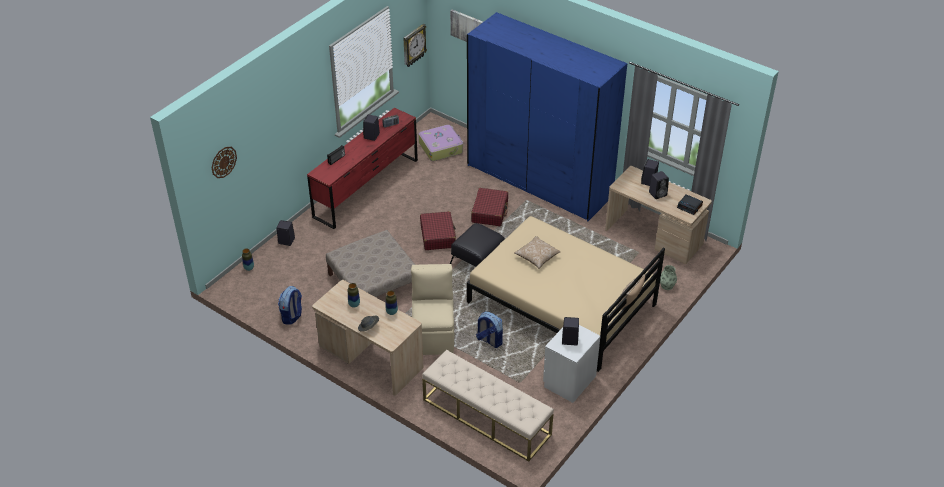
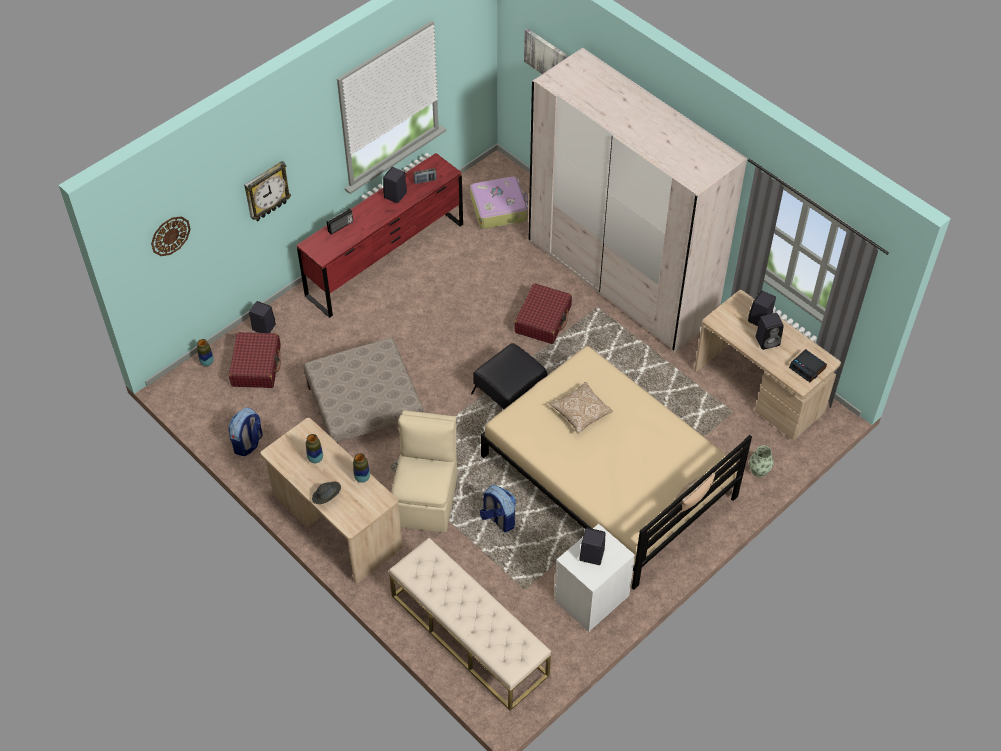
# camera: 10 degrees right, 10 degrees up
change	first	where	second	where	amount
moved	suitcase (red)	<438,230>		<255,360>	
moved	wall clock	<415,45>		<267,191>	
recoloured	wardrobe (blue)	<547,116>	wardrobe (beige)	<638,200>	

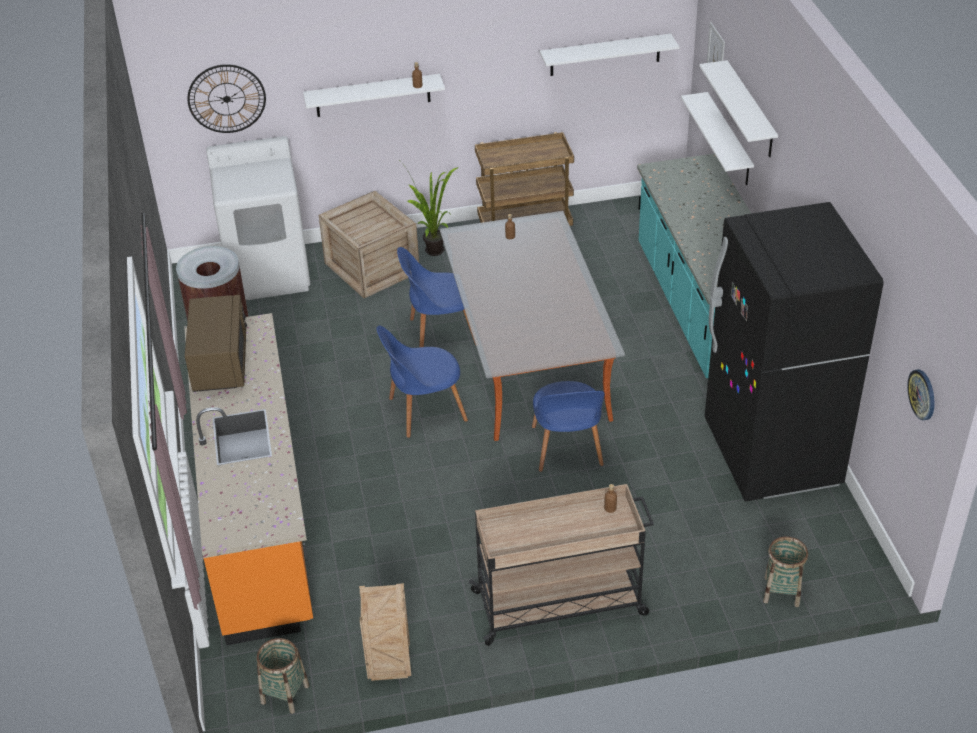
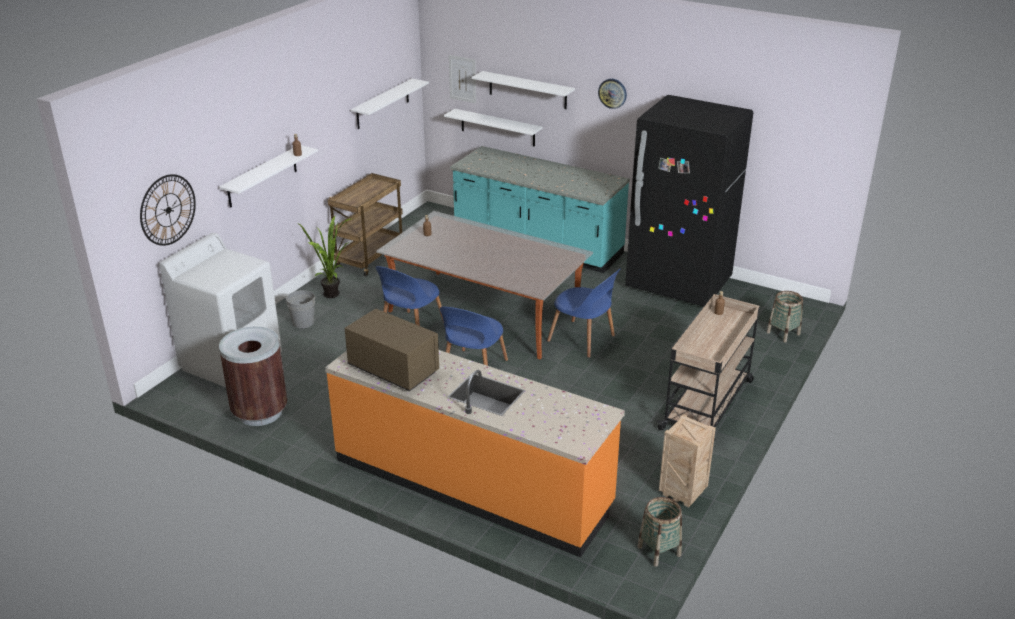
# camera: 50 degrees left, 10 degrees down
change	first	where	second	where	amount
replaced	crate	<369,244>	bucket (grey)	<300,309>	
moved	wall clock	<921,394>		<612,94>	

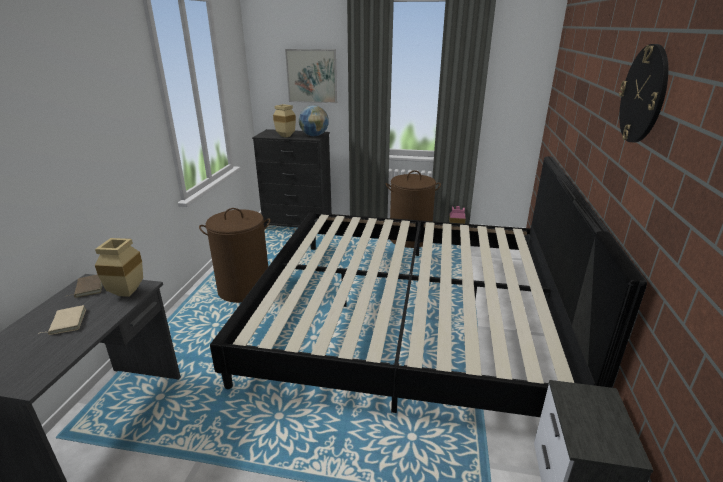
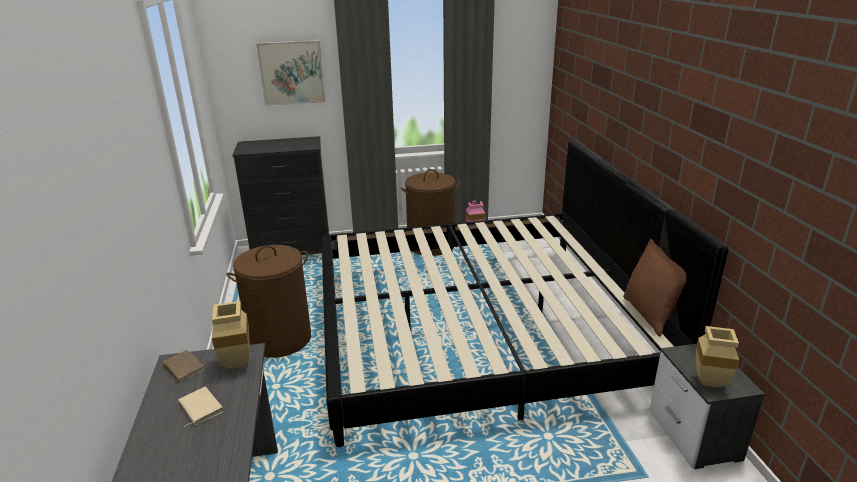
# camera: 20 degrees left, 0 degrees up
change	first	where	second	where	amount
added			pillow (brown)	<655,288>	
moved	vase (beige)	<284,120>		<717,357>	
removed	globe	<314,120>			
removed	wall clock	<644,93>			

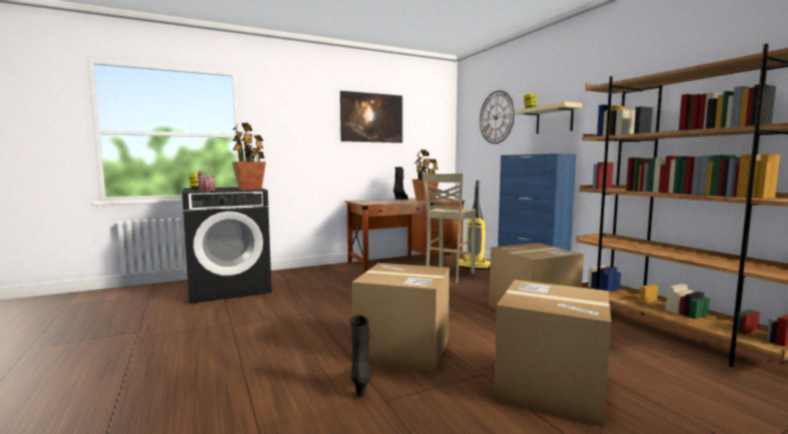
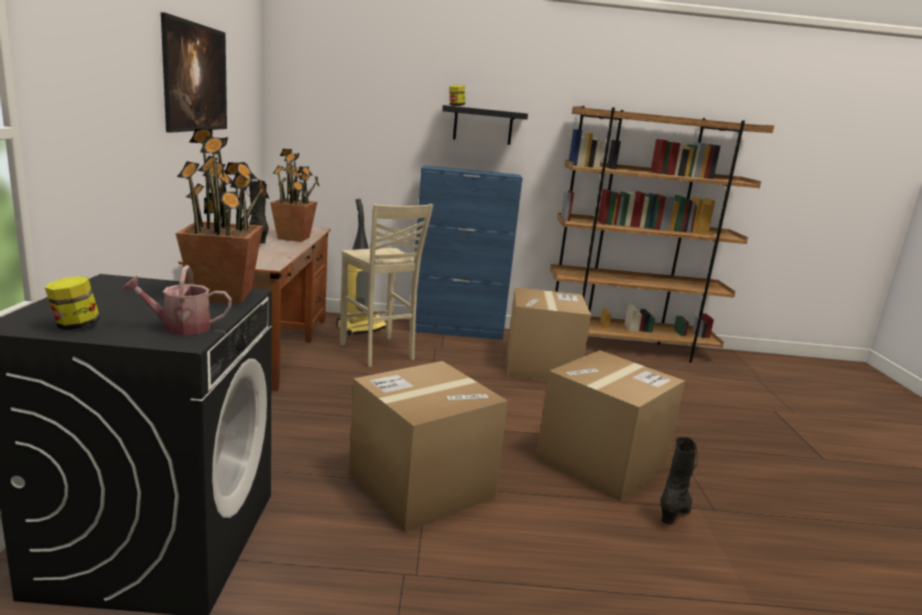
# camera: 65 degrees left, 10 degrees up
change	first	where	second	where	amount
moved	cardboard box	<552,354>		<428,447>	
recoloured	shelf (beige)	<548,118>	shelf (black)	<485,125>	
turned	boot (black)	<360,355>		<678,481>	105 degrees clockwise
removed	wall clock	<497,117>			

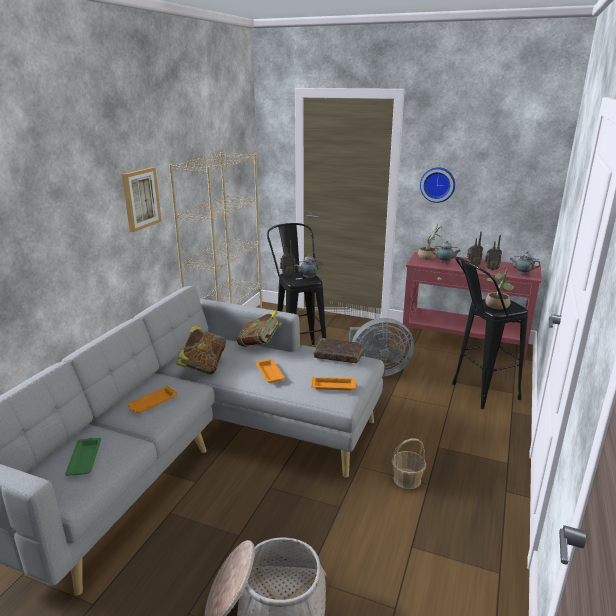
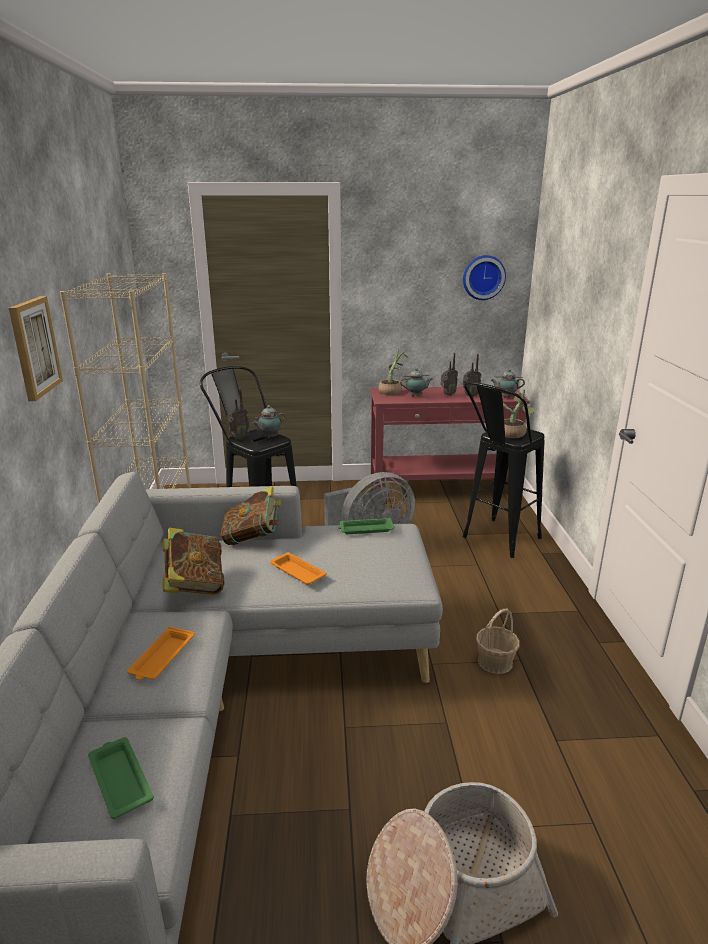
# camera: 25 degrees left, 0 degrees up
change	first	where	second	where	amount
replaced	book (brown)	<339,350>	tray (green)	<366,525>	
moved	wall clock	<437,185>		<484,277>	
removed	tray (orange)	<334,384>			

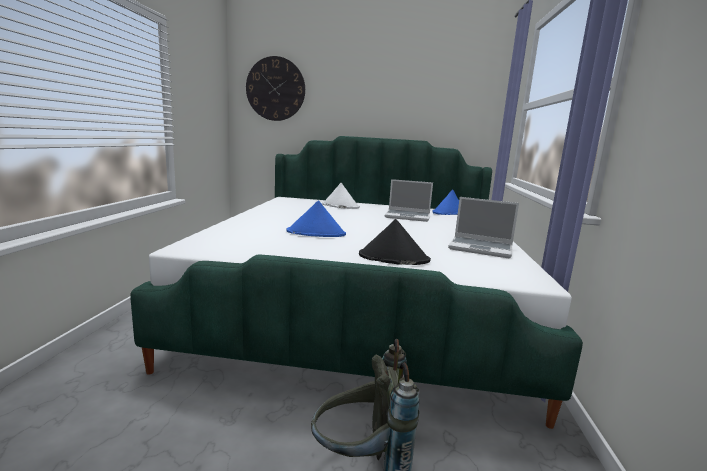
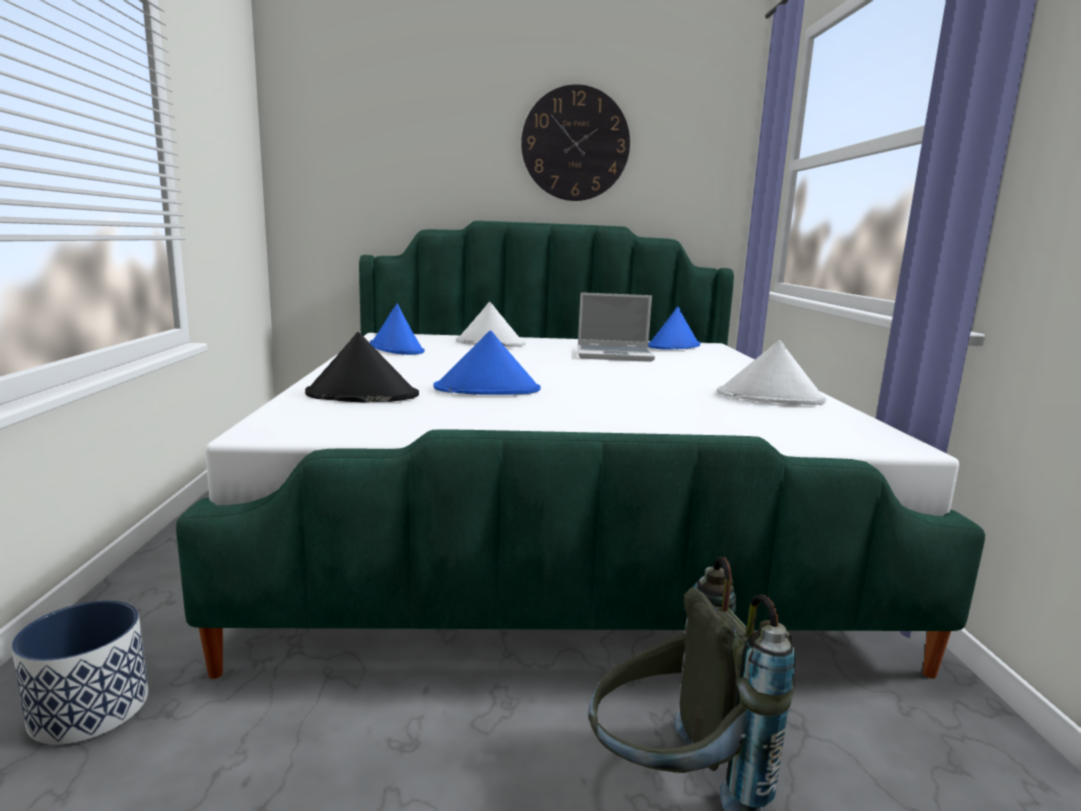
# camera: 10 degrees left, 0 degrees up
change	first	where	second	where	amount
added			planter	<79,672>	
moved	hat (black)	<395,242>		<362,367>	
added			hat (blue)	<397,329>	
moved	wall clock	<275,88>		<575,142>	
replaced	laptop	<483,227>	hat (white)	<771,372>	

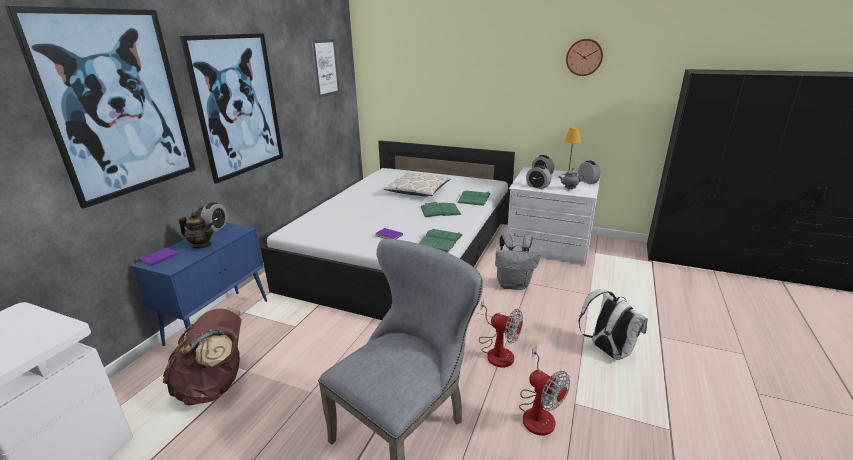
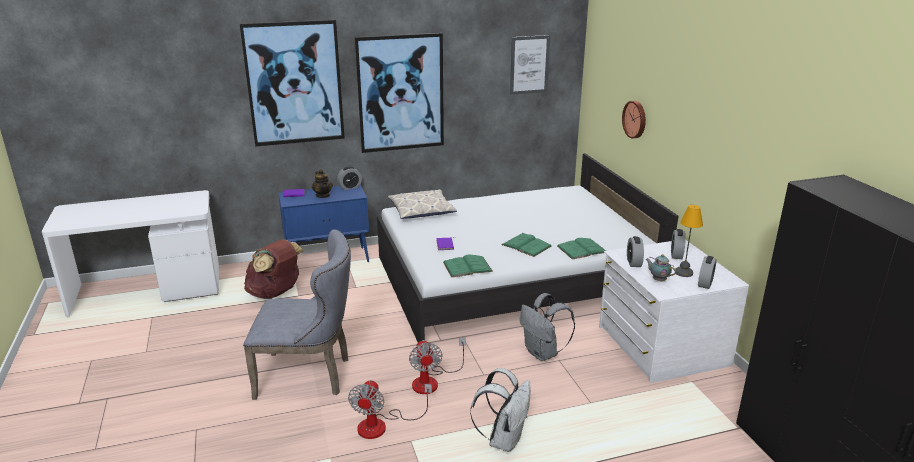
# camera: 50 degrees right, 0 degrees up
change	first	where	second	where	amount
moved	pillow	<417,184>		<422,204>	
moved	wall clock	<584,57>		<634,120>	

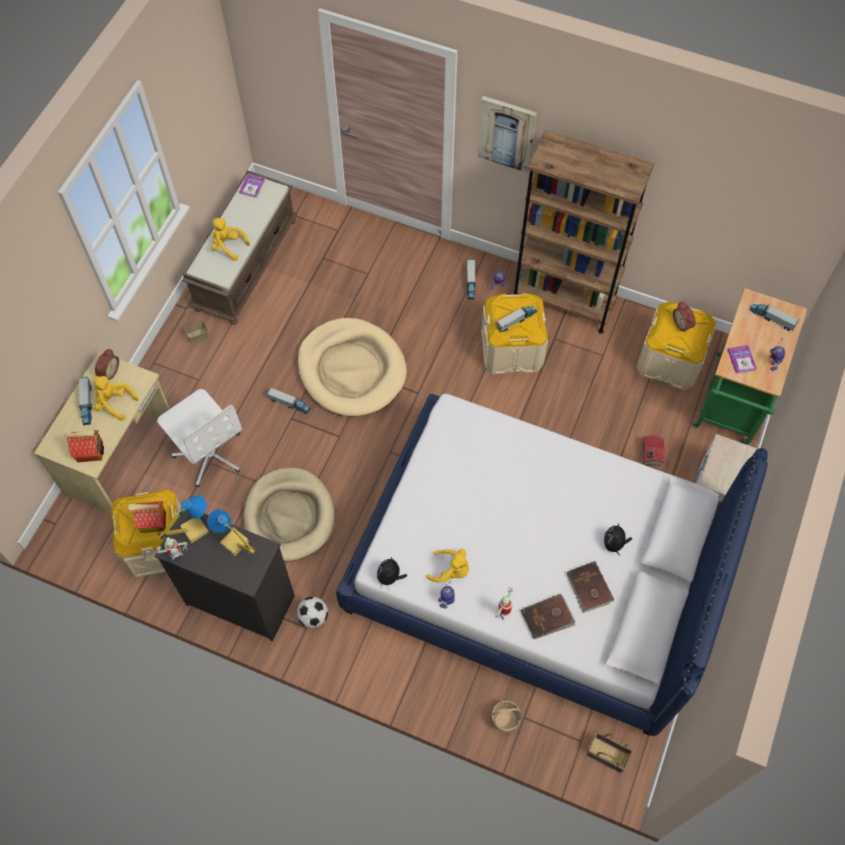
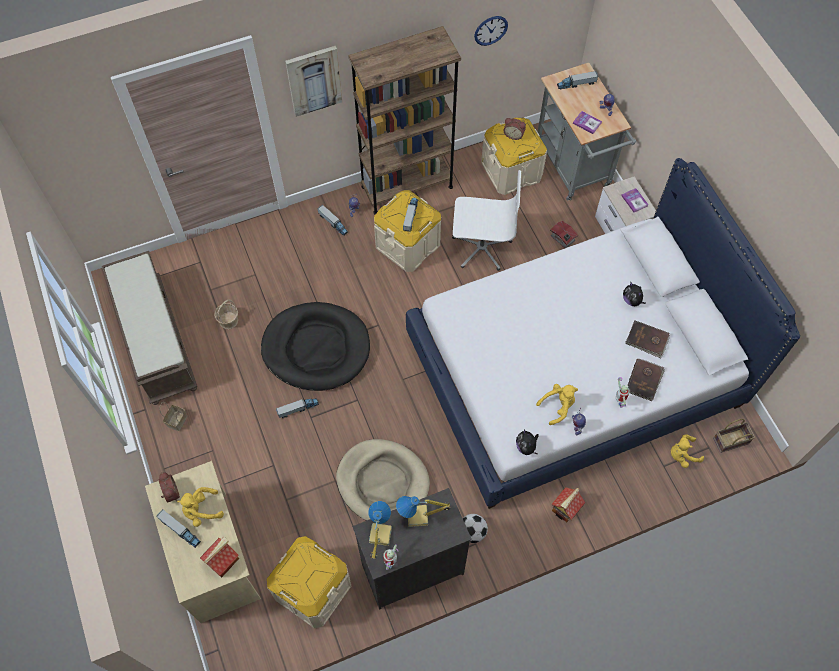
# camera: 45 degrees left, 0 degrees up
change	first	where	second	where	amount
moved	basket	<507,716>		<226,314>	
recoloured	dog bed (beige)	<352,367>	dog bed (black)	<315,346>	
moved	office chair (white)	<199,438>		<486,220>	
added			wall clock	<491,31>	
recoloured	cart (green)	<749,366>	cart (grey)	<587,131>	
moved	toy house	<147,517>		<568,504>	
moved	book	<252,185>		<635,200>	
moved	plush toy (yellow)	<230,239>		<687,451>	

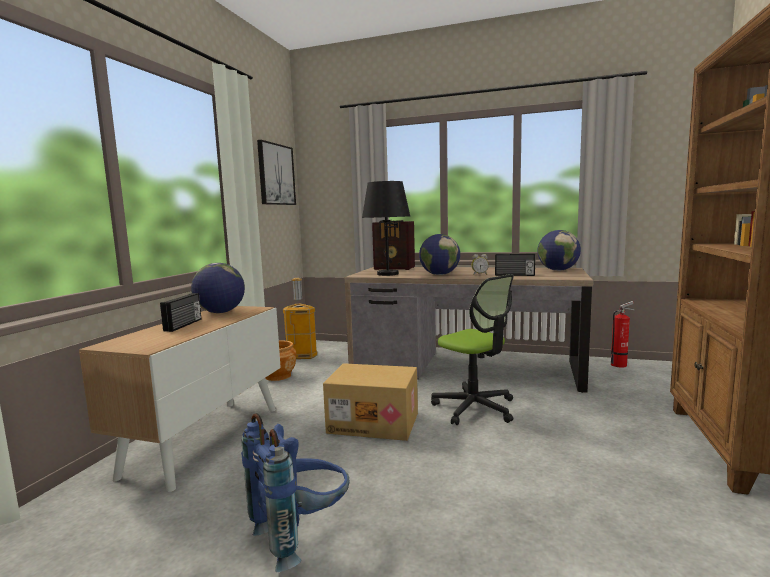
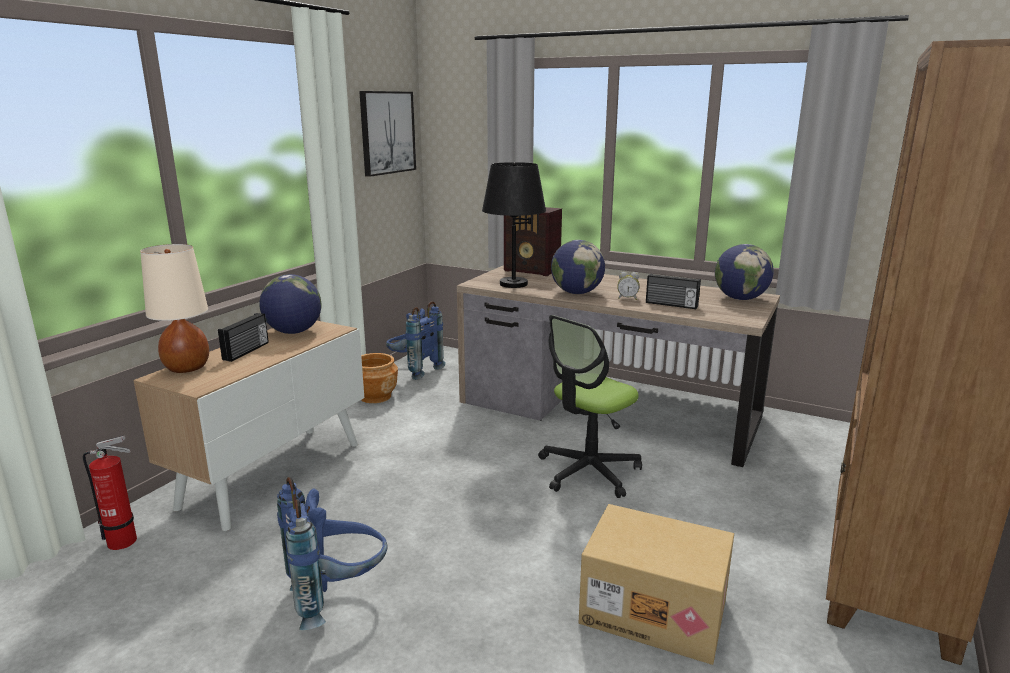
# camera: 10 degrees right, 10 degrees up
change	first	where	second	where	amount
moved	fire extinguisher	<622,334>		<110,493>	
added			table lamp (beige)	<174,308>	
replaced	trash can	<300,318>	backpack (blue)	<416,340>	
turned	office chair	<472,349>		<590,406>	75 degrees clockwise
moved	cardboard box	<370,402>		<656,584>	

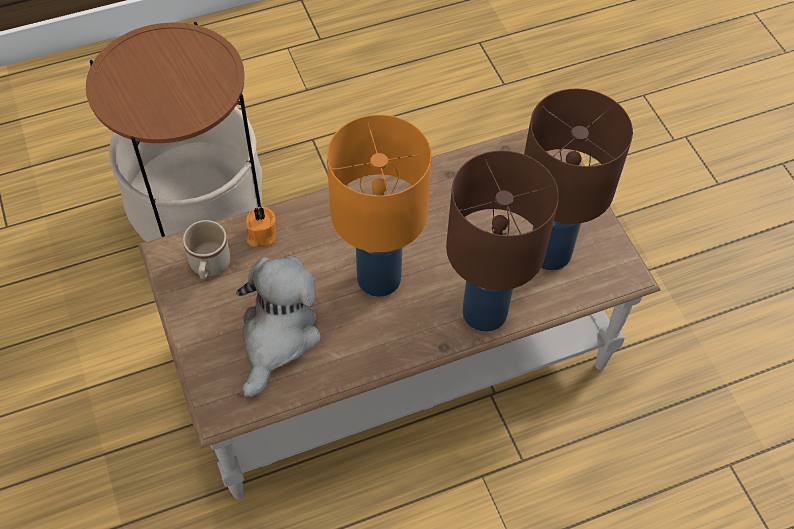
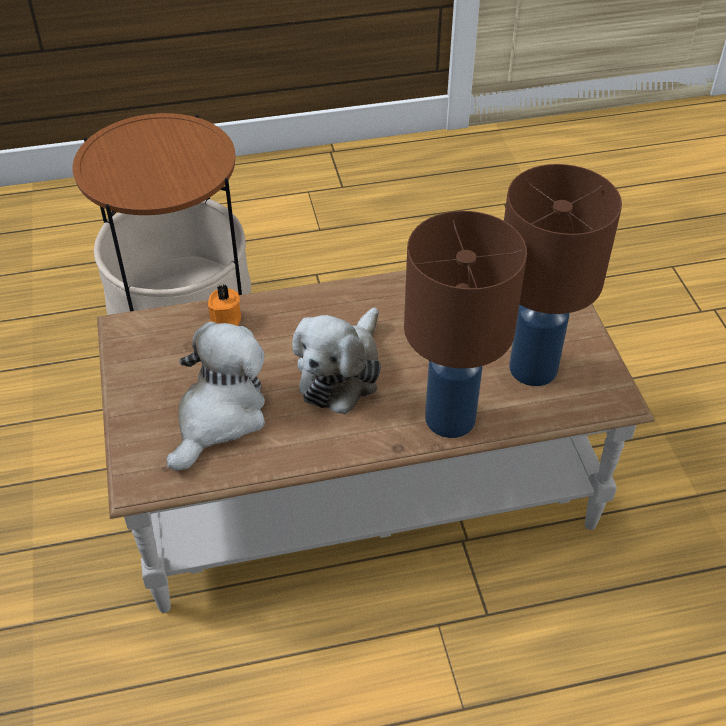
# camera: 10 degrees right, 10 degrees down
change	first	where	second	where	amount
replaced	table lamp (orange)	<379,206>	plush toy	<336,360>	
removed	mug (beige)	<206,249>			

